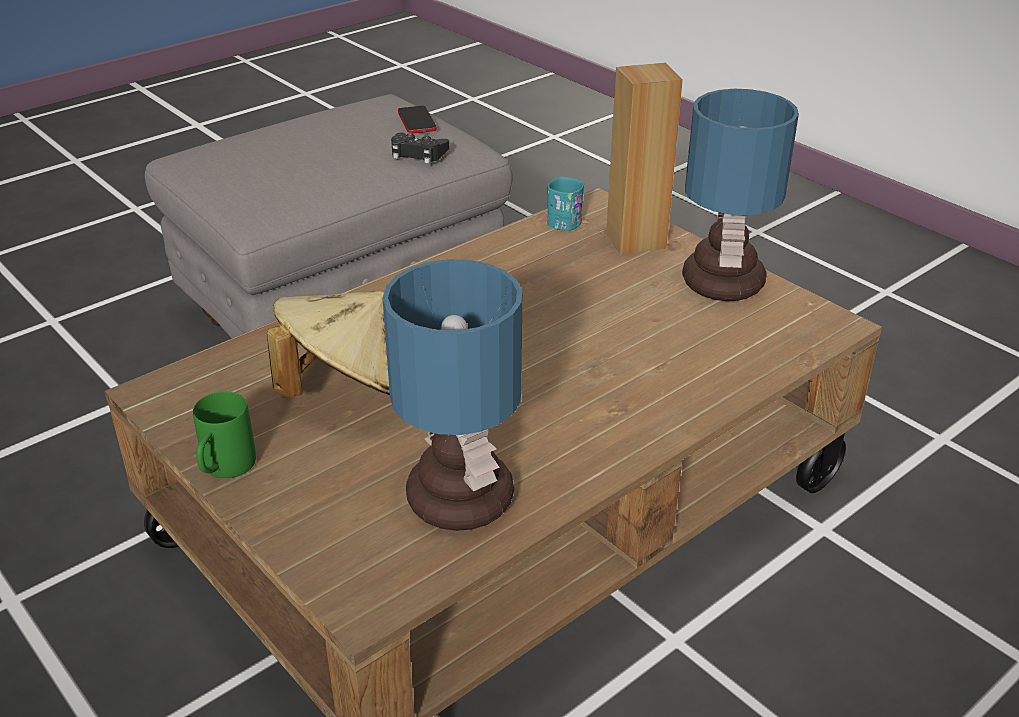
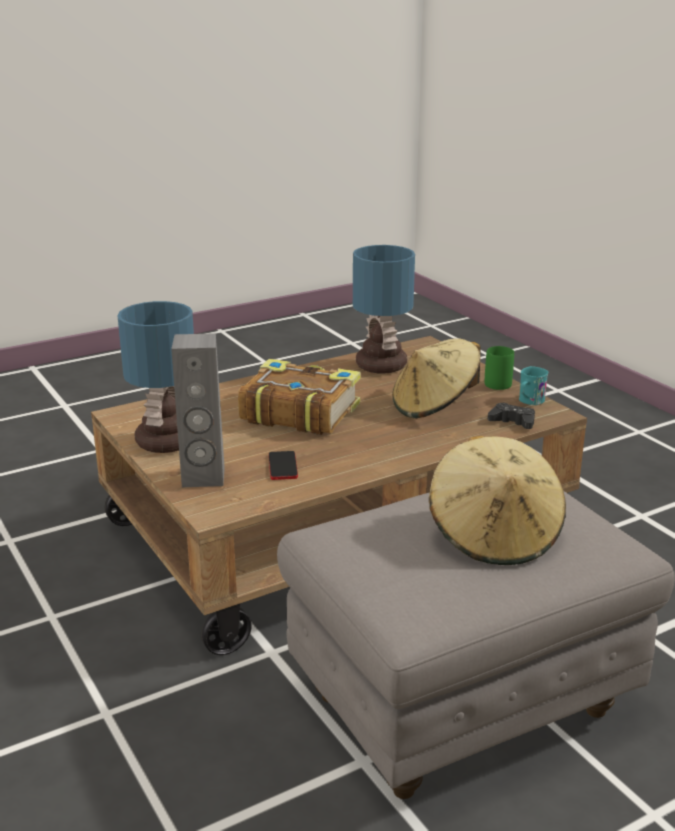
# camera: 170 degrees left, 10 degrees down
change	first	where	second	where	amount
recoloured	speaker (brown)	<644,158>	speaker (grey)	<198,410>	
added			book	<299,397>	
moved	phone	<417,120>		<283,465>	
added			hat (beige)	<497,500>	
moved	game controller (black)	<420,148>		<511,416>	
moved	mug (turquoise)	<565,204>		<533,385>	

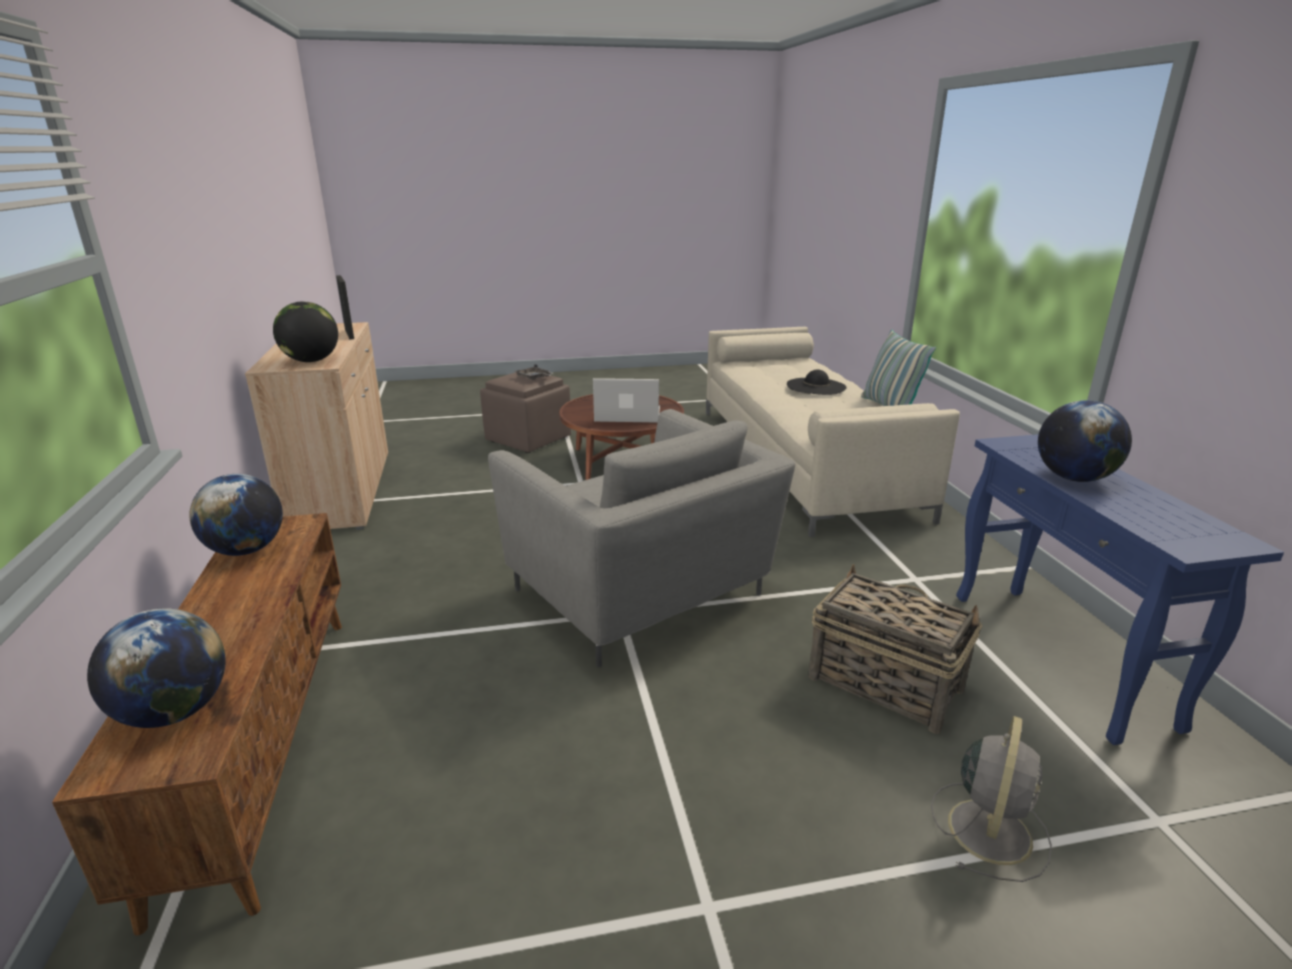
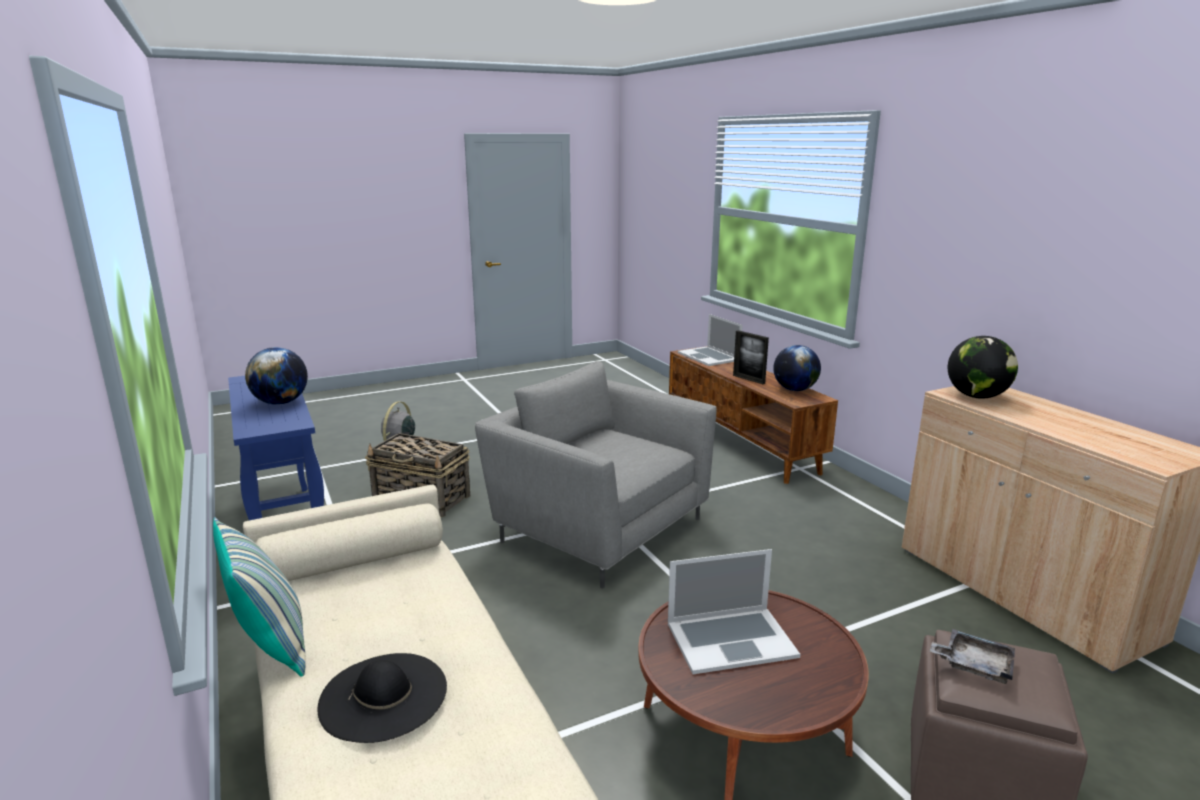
# camera: 165 degrees right, 5 degrees down
change	first	where	second	where	amount
replaced	globe	<156,668>	laptop	<710,340>	
moved	picture frame	<345,307>		<751,357>	

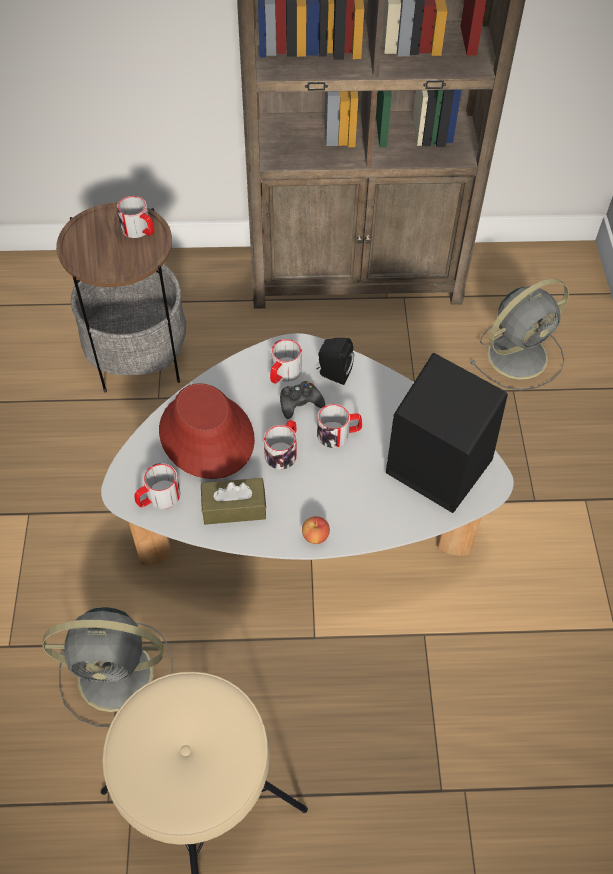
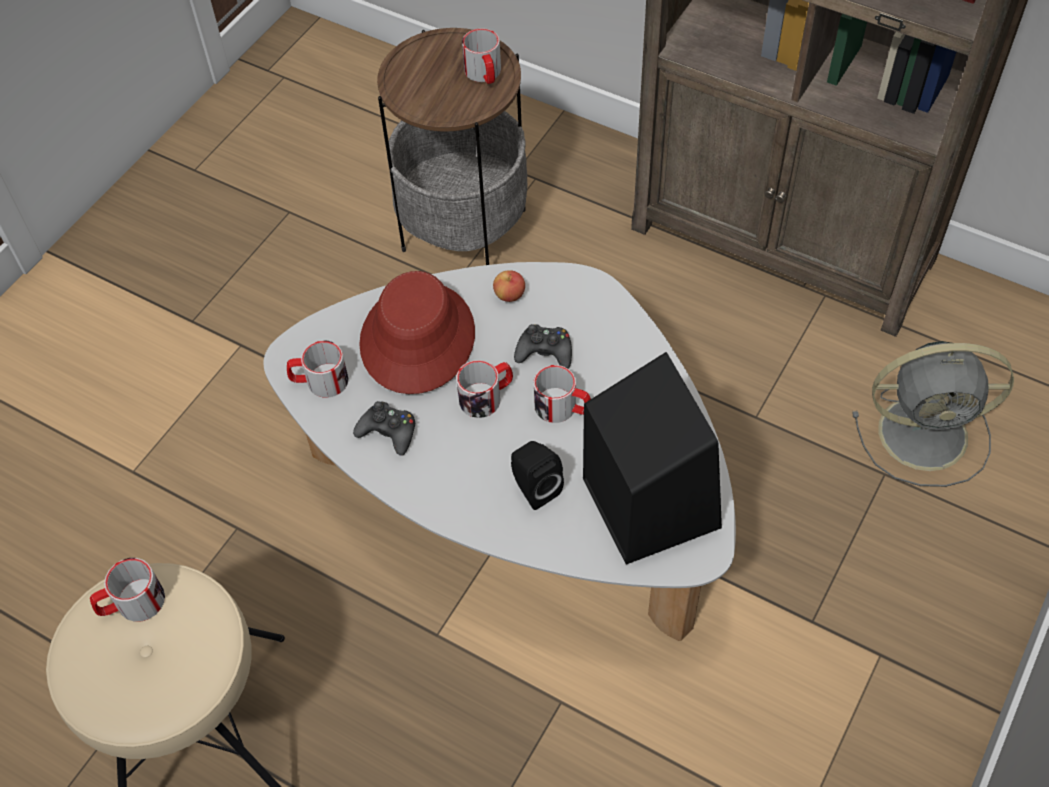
# camera: 35 degrees right, 0 degrees up
change	first	where	second	where	amount
moved	mug	<286,361>		<127,590>	
replaced	tissue box (brown)	<233,501>	game controller (black)	<384,428>	
moved	apple	<316,530>		<509,286>	
moved	speaker (black)	<335,361>		<537,475>	
removed	fan (grey)	<107,667>			

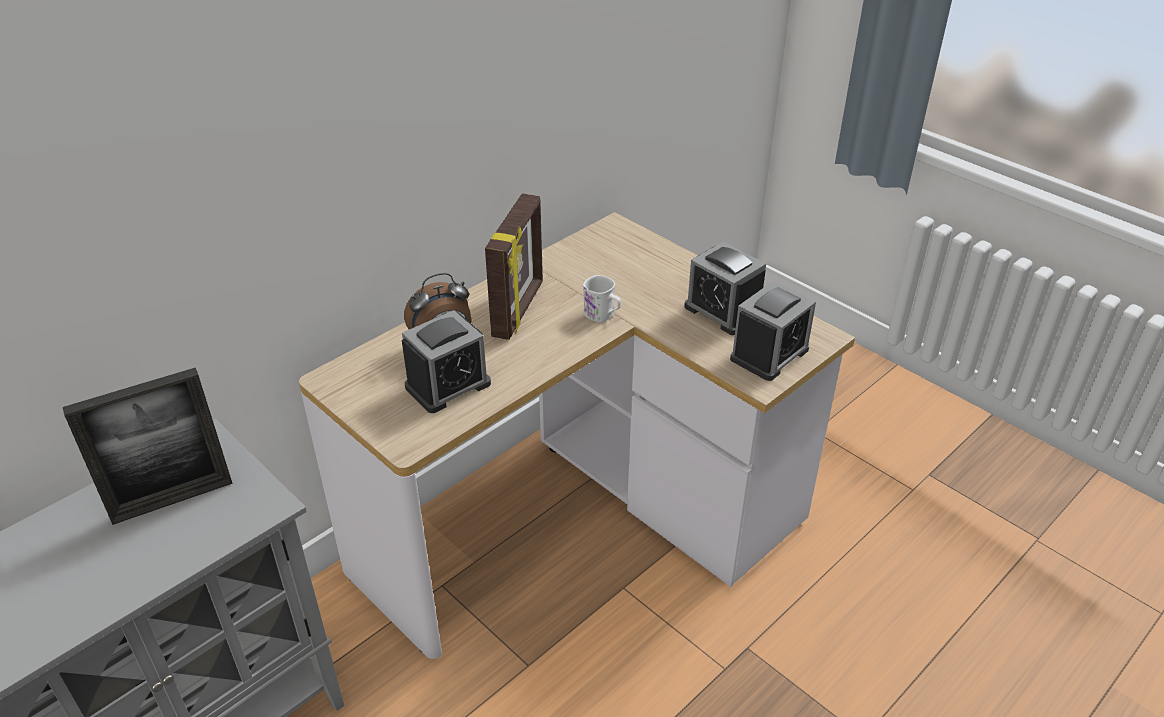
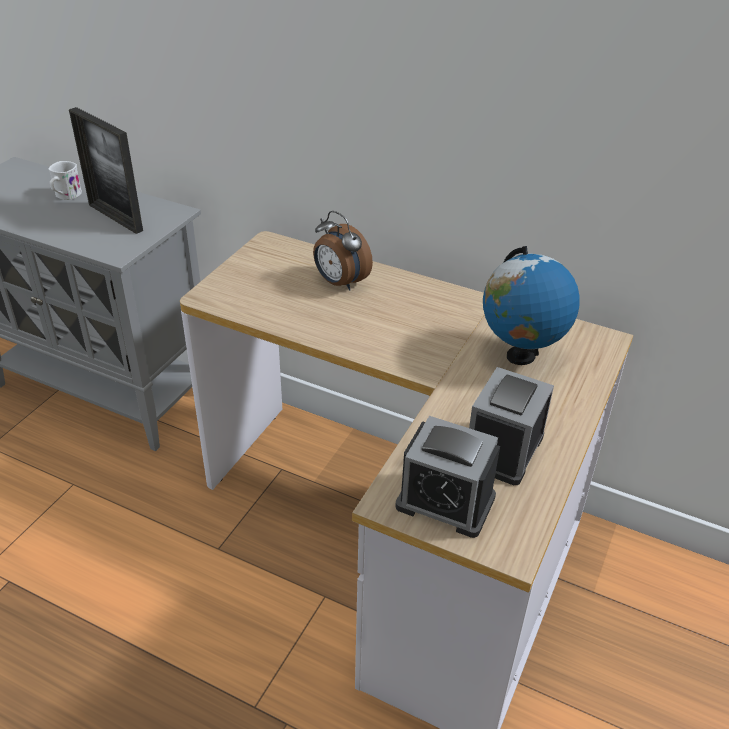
# camera: 70 degrees right, 0 degrees up
change	first	where	second	where	amount
moved	mug (white)	<602,298>		<65,180>	
added			globe	<531,305>	
removed	alarm clock	<446,361>			
removed	picture frame	<514,266>			

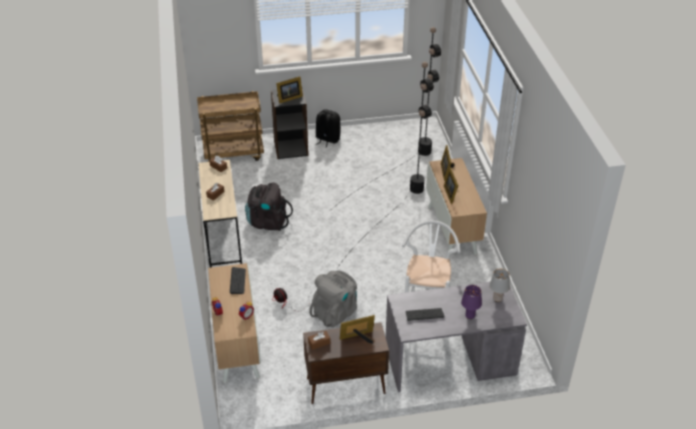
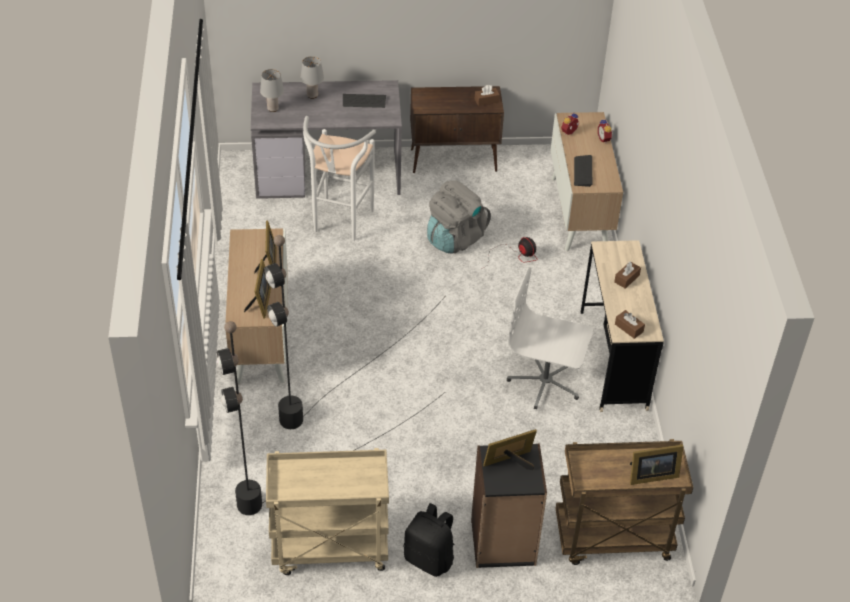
# camera: 175 degrees left, 5 degrees up
change	first	where	second	where	amount
added			cart (beige)	<327,511>	
recoloured	table lamp (purple)	<471,302>	table lamp (grey)	<312,77>	
replaced	backpack (black)	<269,206>	office chair (white)	<550,338>	
moved	picture frame	<357,329>		<656,464>	

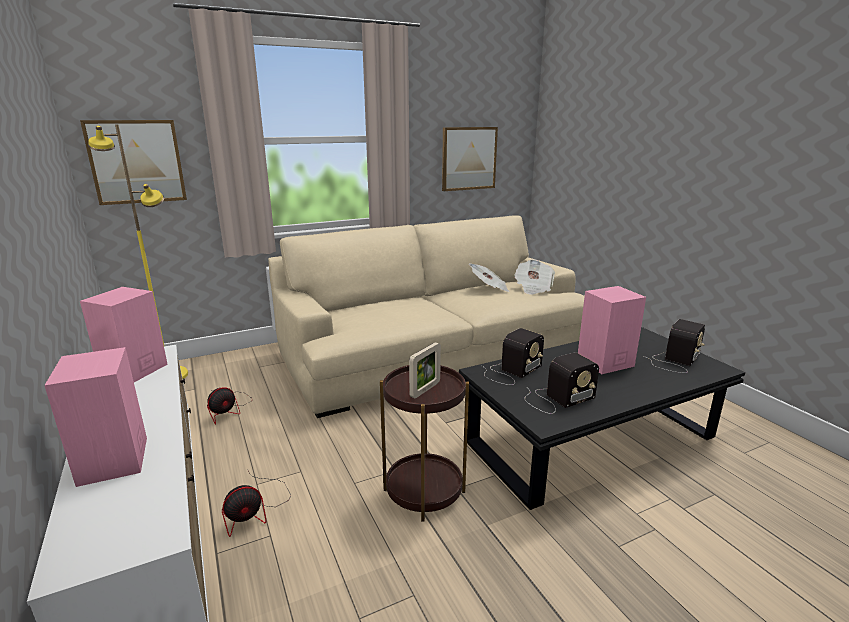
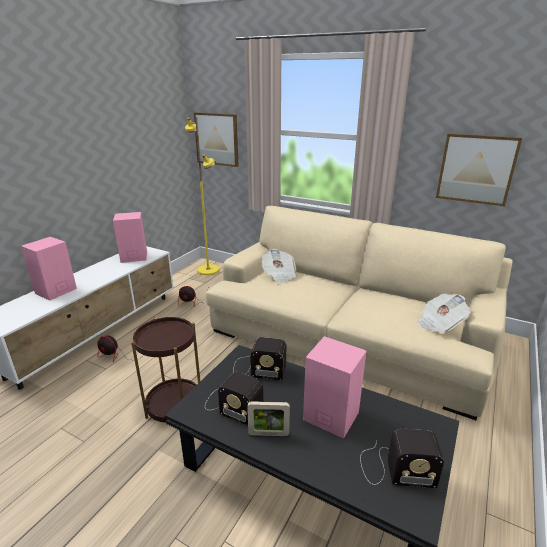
# camera: 55 degrees right, 5 degrees up
change	first	where	second	where	amount
moved	picture frame	<425,370>		<268,418>	
moved	newspaper	<489,277>		<279,266>	

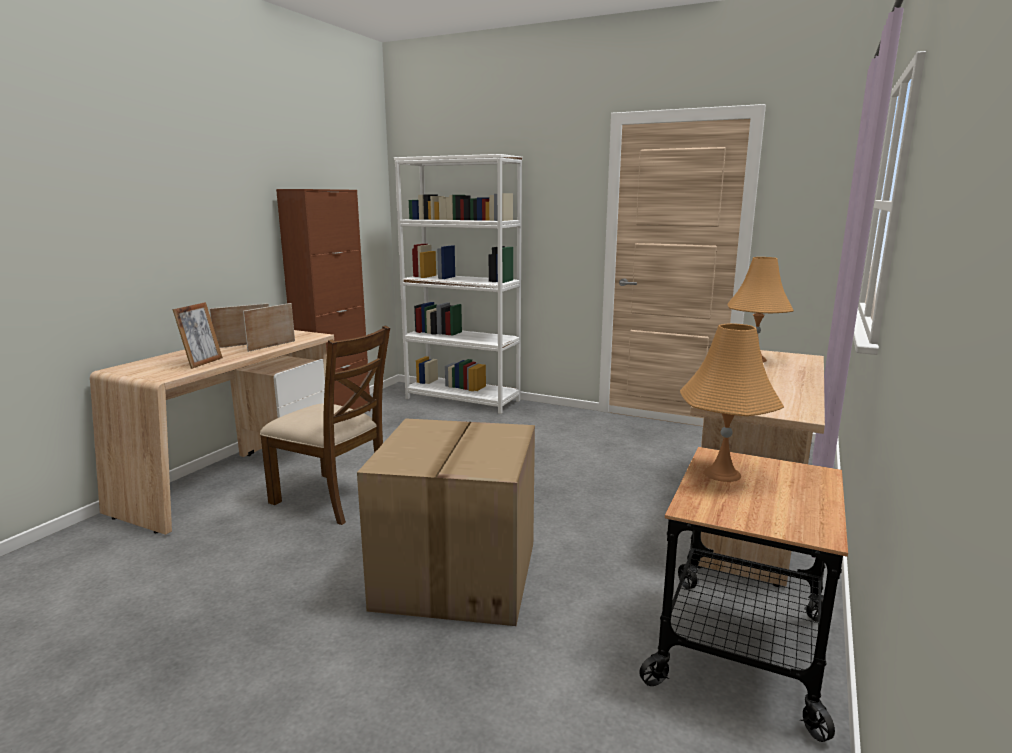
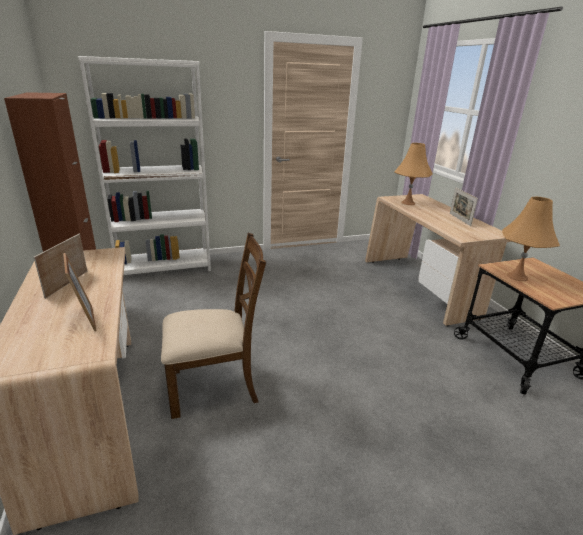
# camera: 45 degrees left, 10 degrees up
change	first	where	second	where	amount
moved	picture frame	<269,327>		<464,206>	
removed	cardboard box	<446,522>			

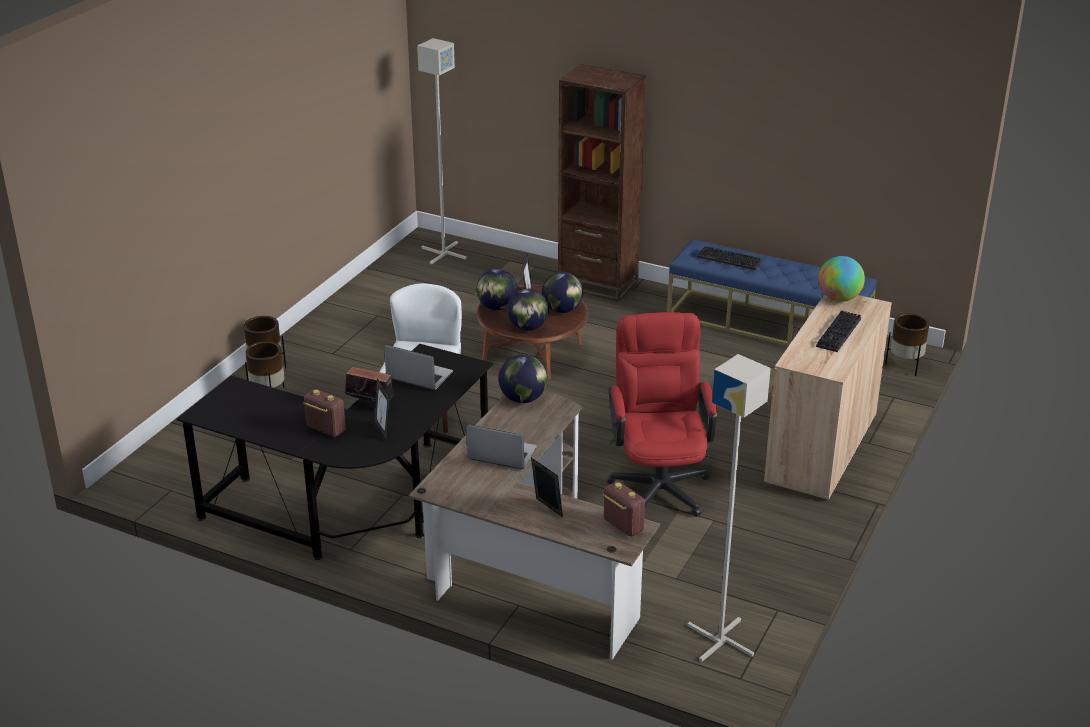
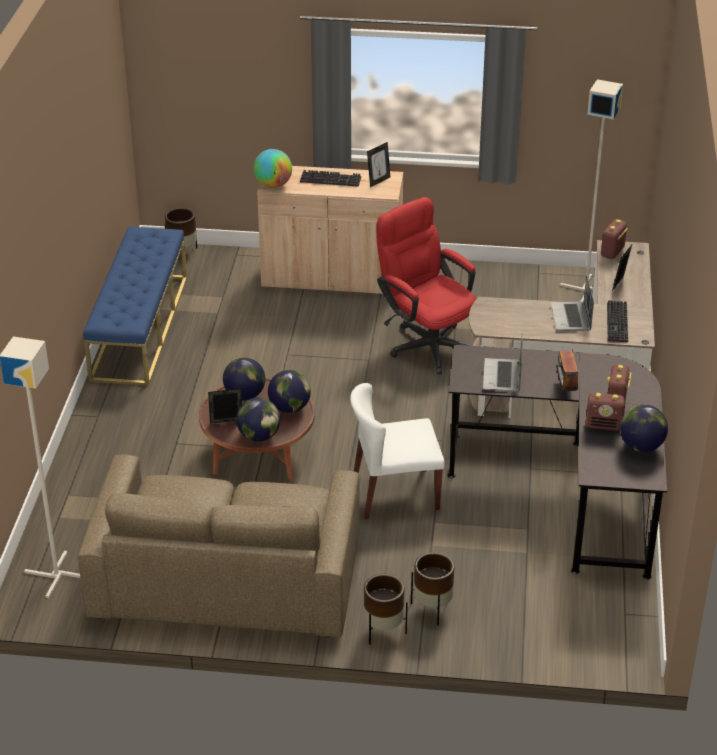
# camera: 110 degrees left, 5 degrees up
change	first	where	second	where	amount
added			sofa (brown)	<219,546>	
moved	picture frame	<382,409>		<378,164>	
turned	office chair (red)	<662,414>		<426,285>	75 degrees clockwise
added			radio	<605,412>	
moved	keyboard	<729,258>		<617,321>	
moved	globe	<523,378>		<644,428>	
removed	bookcase (brown)	<602,183>			

